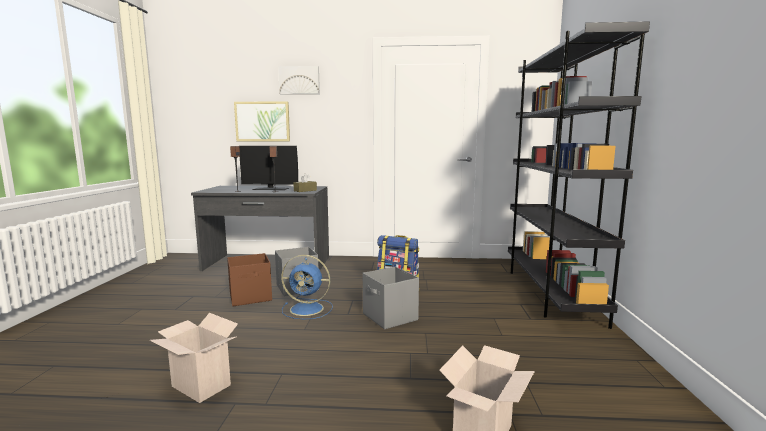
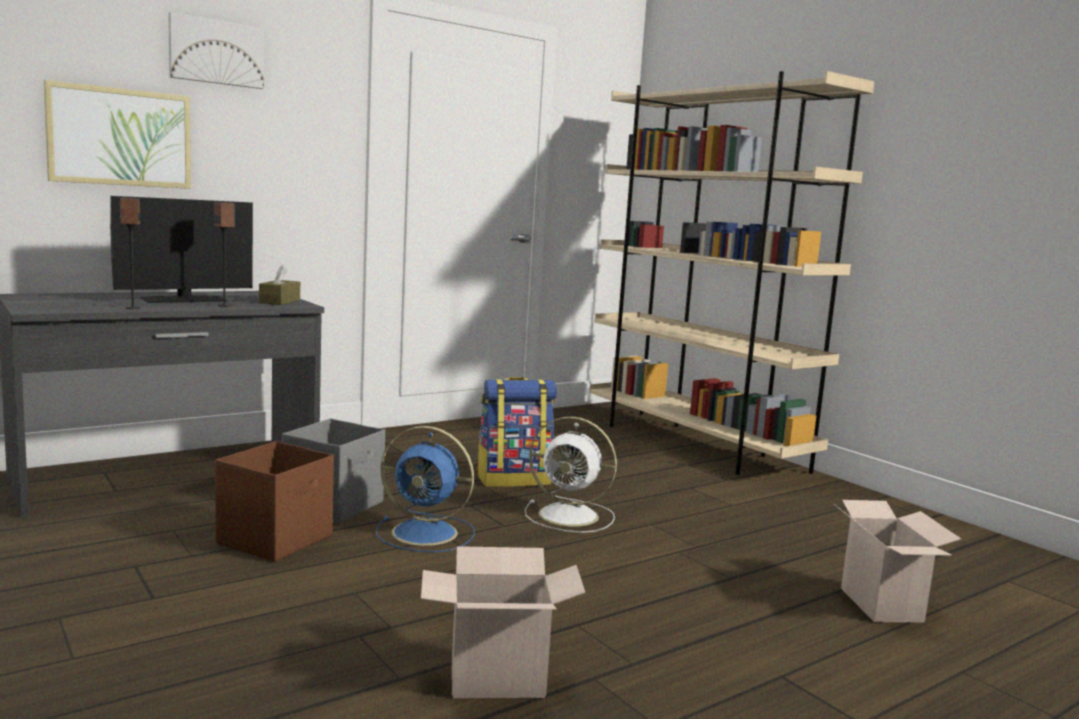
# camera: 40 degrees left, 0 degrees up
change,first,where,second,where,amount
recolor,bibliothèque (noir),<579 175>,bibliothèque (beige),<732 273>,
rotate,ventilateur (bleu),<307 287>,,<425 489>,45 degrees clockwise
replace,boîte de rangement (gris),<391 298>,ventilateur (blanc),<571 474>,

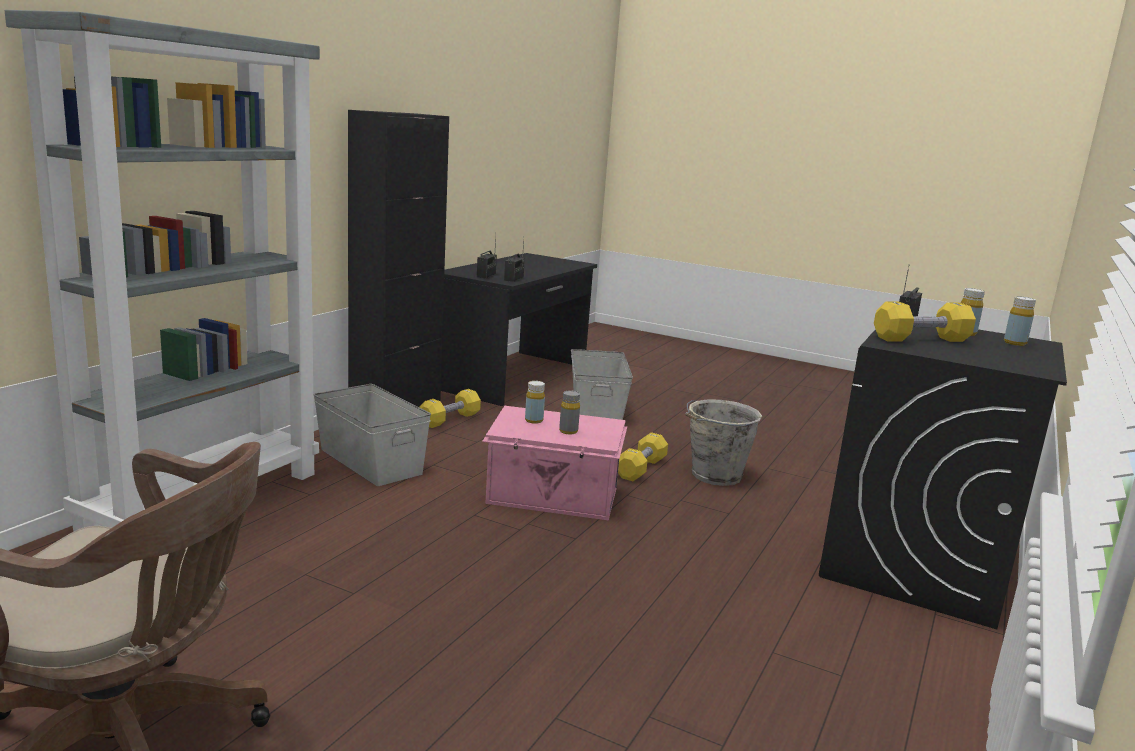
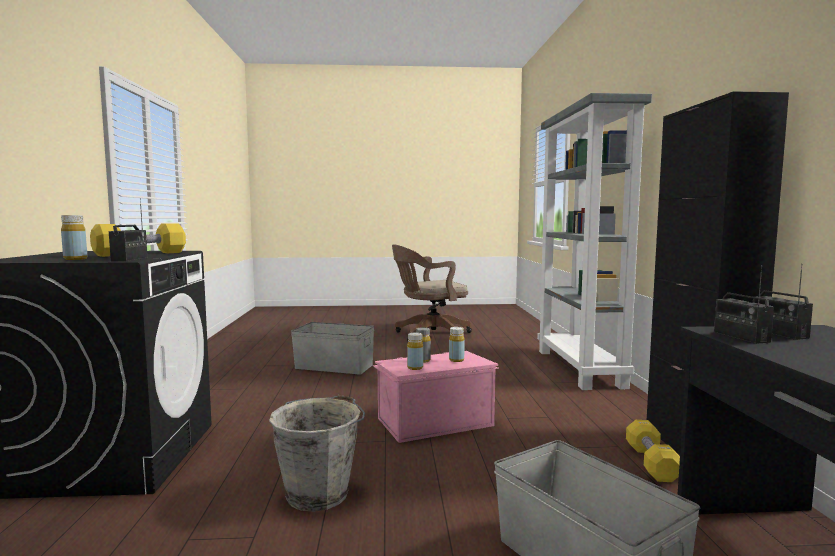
# camera: 150 degrees right, 10 degrees down
change,first,where,second,where,amount
move,bouteille (jaune),<1020 321>,,<415 351>,
move,boîte de rangement (gris),<372 435>,,<332 348>,
delete,haltère (jaune),<643 456>,,,

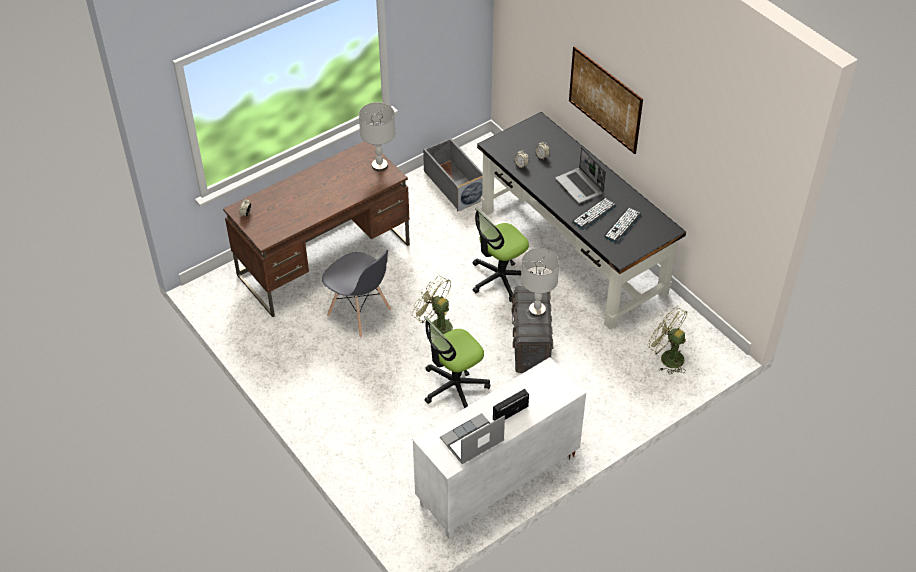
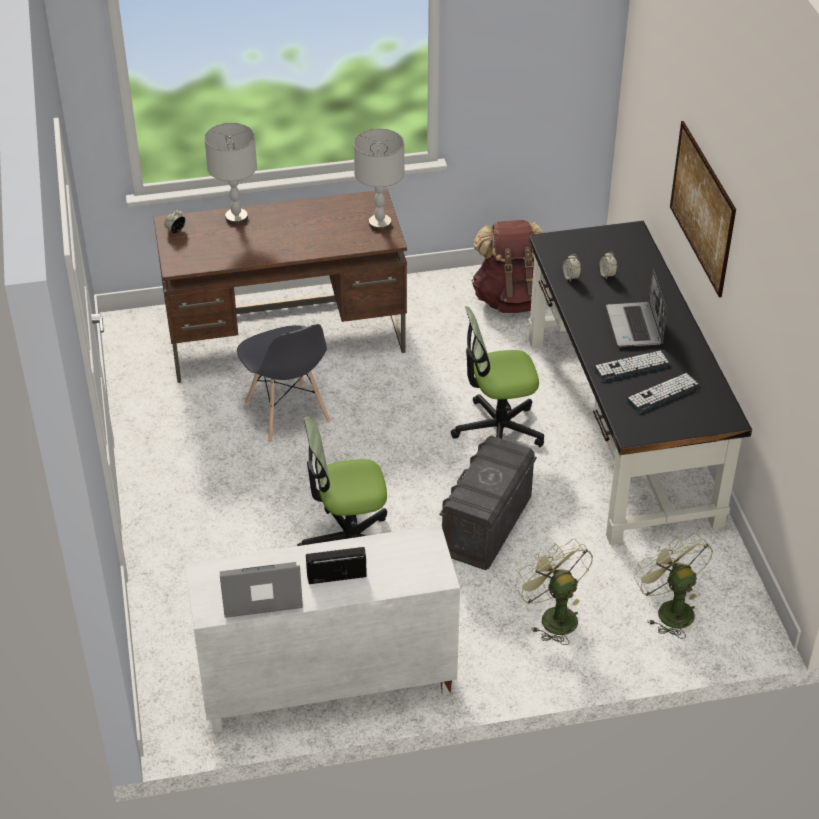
# camera: 25 degrees right, 5 degrees down
change,first,where,second,where,amount
replace,boîte de rangement (gris),<453 175>,sac à dos (marron),<508 266>,
move,lampe de table (gris),<540 282>,,<230 174>,
move,ventilateur (vert),<432 307>,,<554 592>,

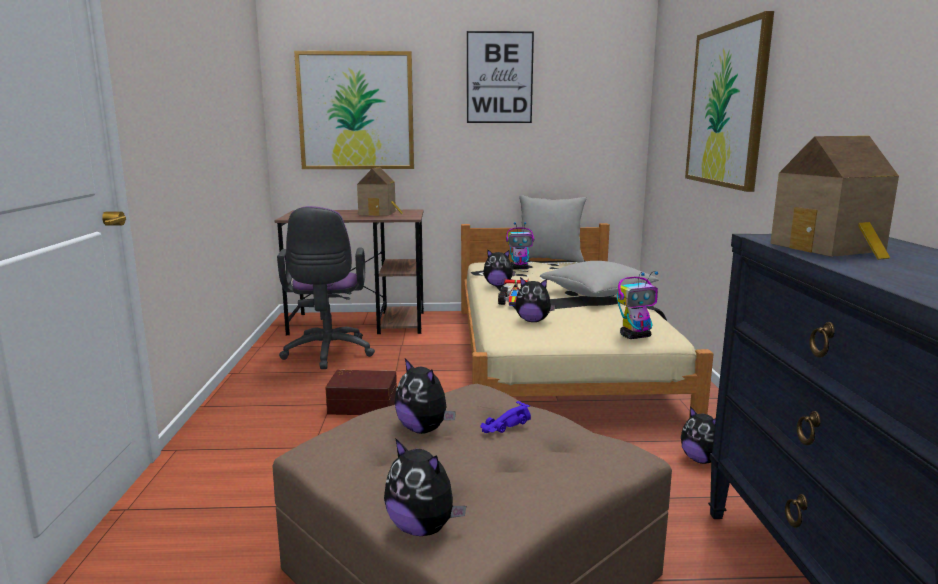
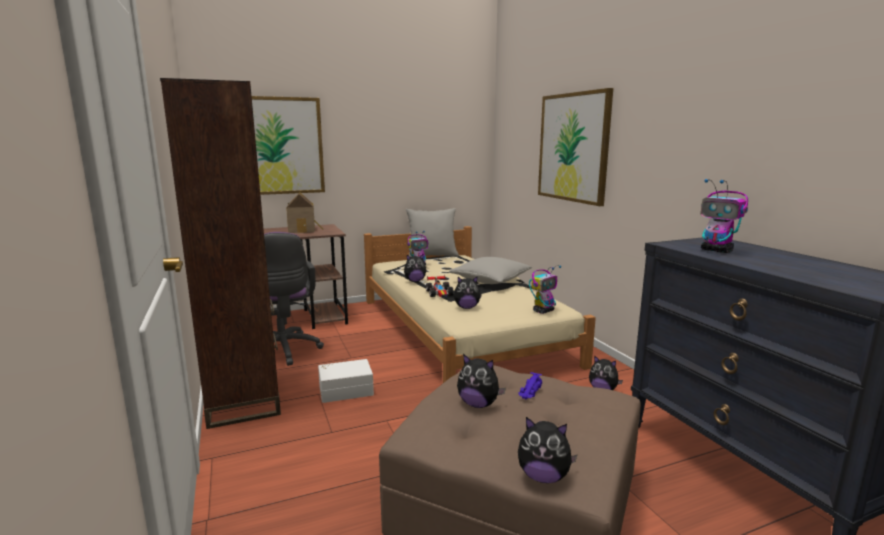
# camera: 20 degrees left, 0 degrees up
change,first,where,second,where,amount
delete,tableau,<500 77>,,,
replace,maison miniature,<834 198>,robot jouet,<724 216>,
recolor,boîte de rangement (marron),<361 392>,boîte de rangement (blanc),<346 381>,
insert,,,bibliothèque (marron),<220 253>,

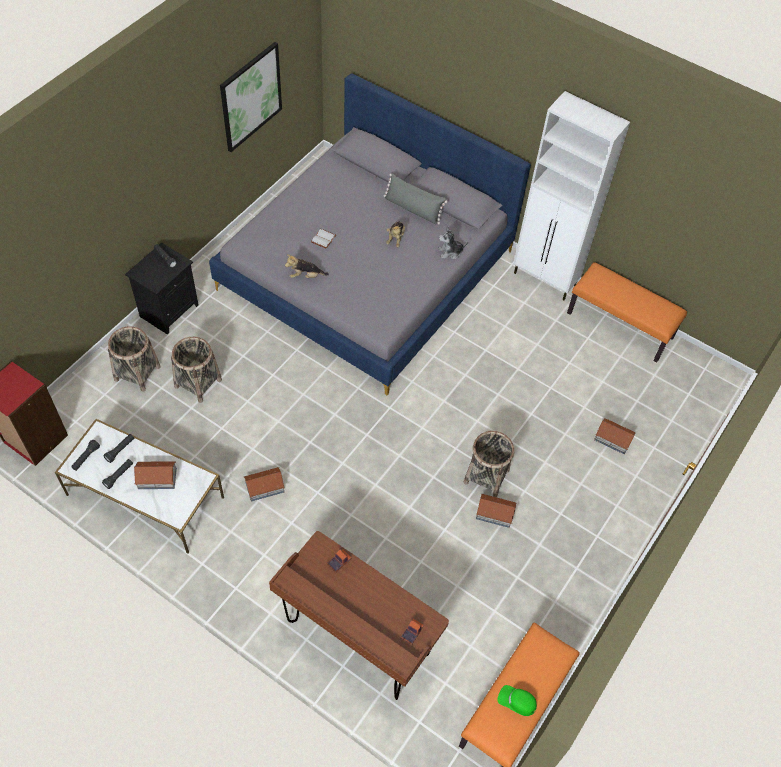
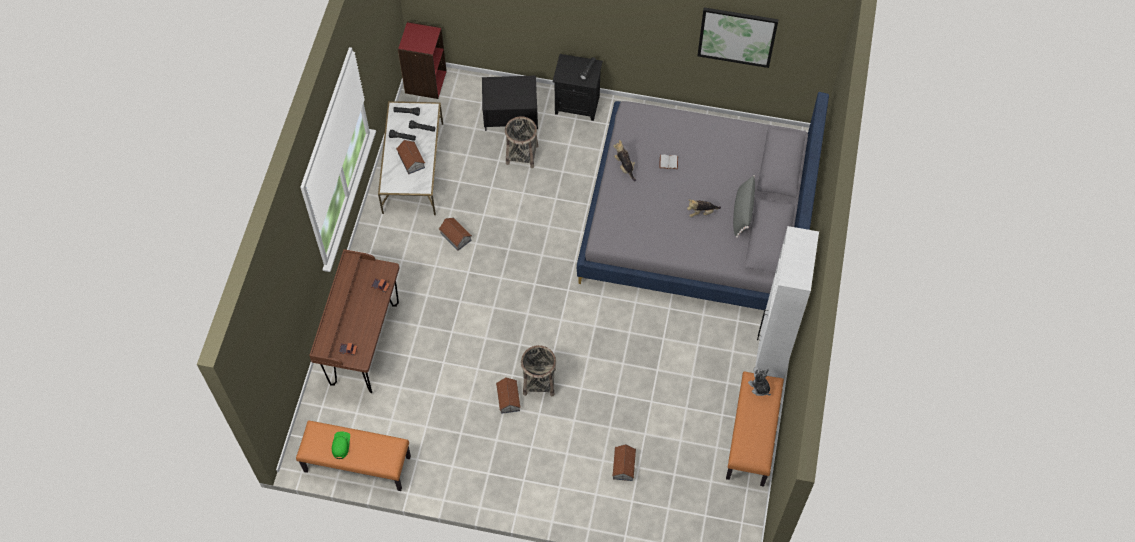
# camera: 70 degrees right, 5 degrees up
change,first,where,second,where,amount
move,peluche,<453 243>,,<759 381>,
replace,panier,<134 359>,boîte de rangement (noir),<510 103>,

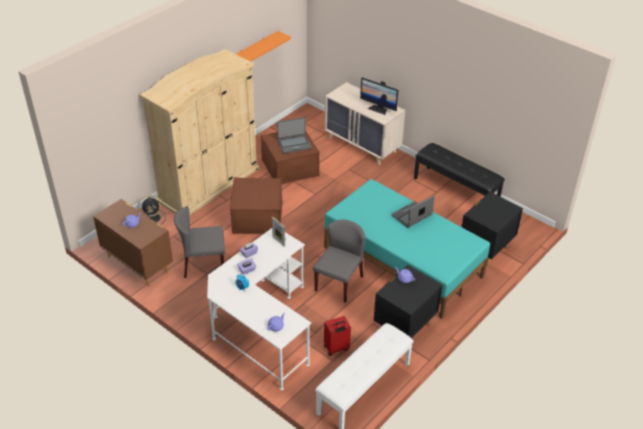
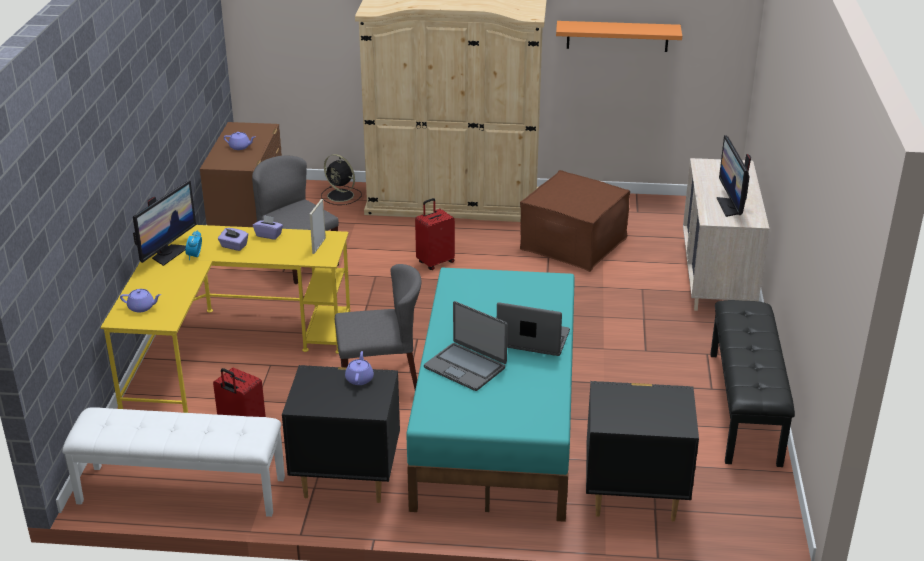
# camera: 55 degrees right, 10 degrees down
change,first,where,second,where,amount
move,ordinateur portable,<294 135>,,<466 346>,
replace,pouf (marron),<256 205>,valise (rouge),<435 234>,
recolor,bureau (blanc),<259 309>,bureau (jaune),<225 319>,
insert,,,écran d'ordinateur,<164 223>,

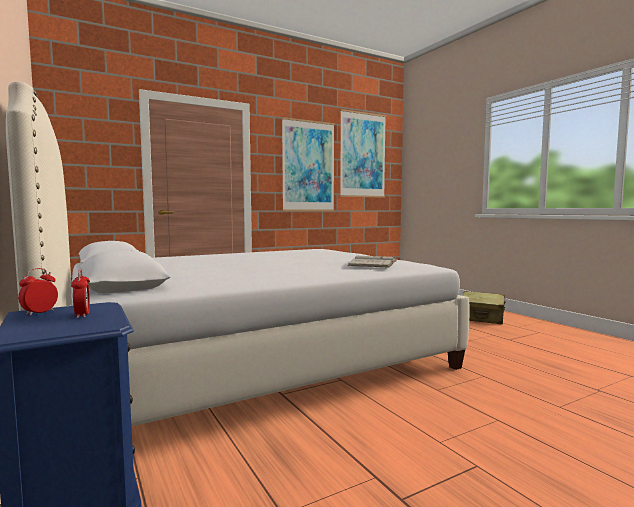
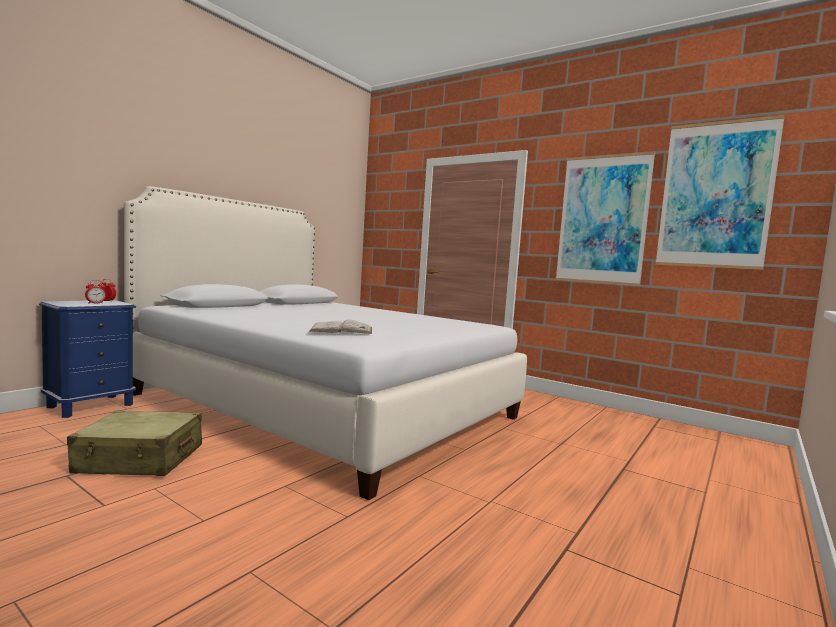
# camera: 65 degrees right, 0 degrees up
change,first,where,second,where,amount
move,valise (beige),<484 308>,,<134 443>,

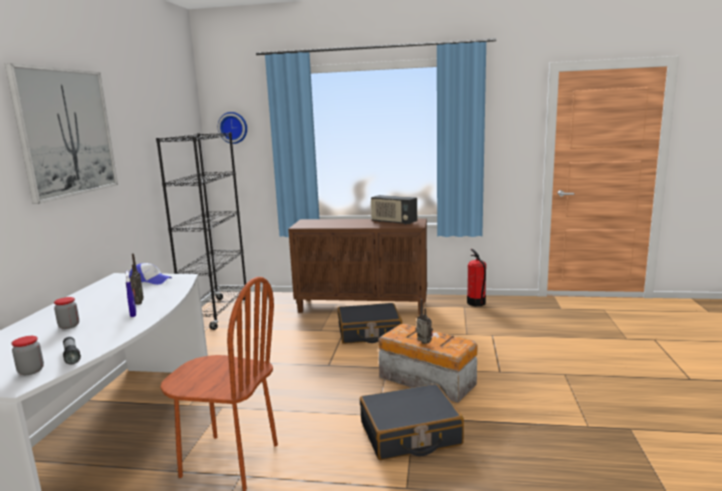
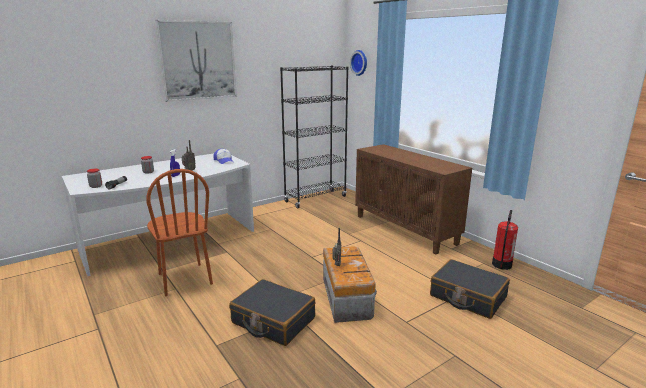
# camera: 45 degrees right, 5 degrees up
change,first,where,second,where,amount
delete,radio,<394 210>,,,
move,valise (noir),<370 323>,,<470 289>,

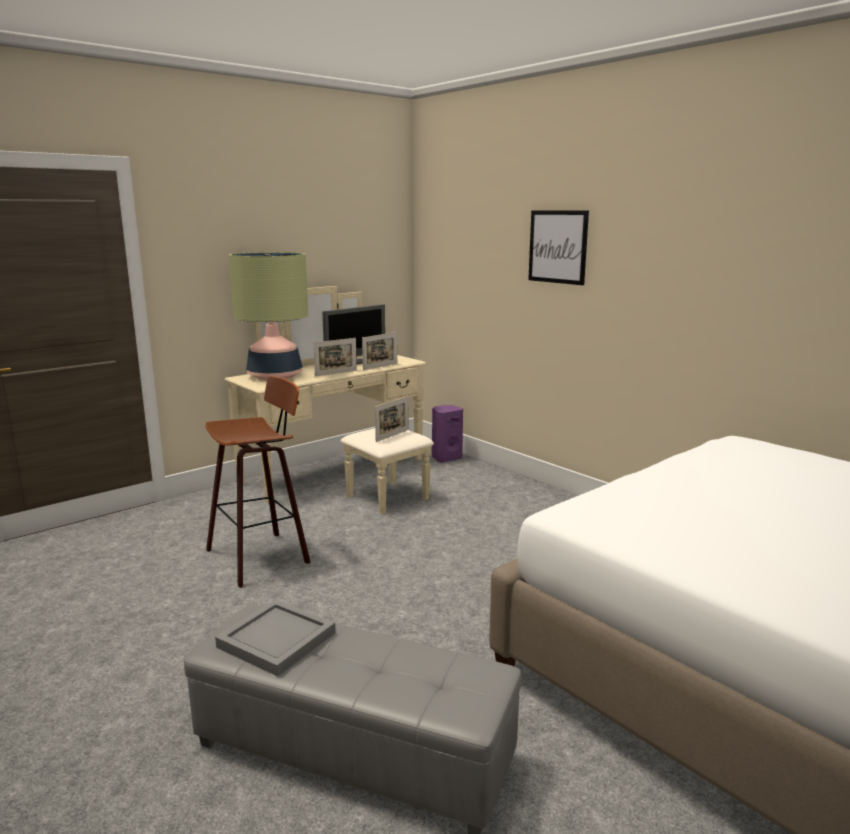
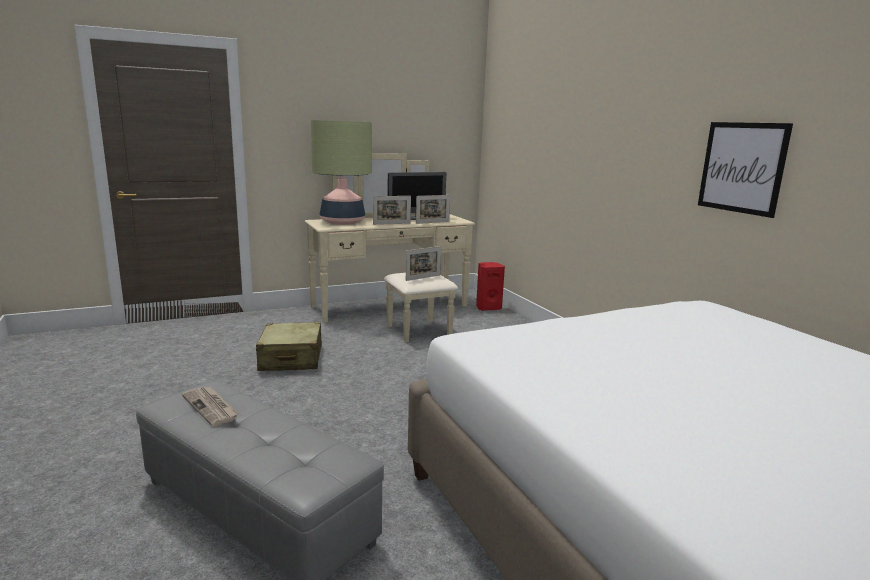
# camera: 15 degrees right, 0 degrees up
change,first,where,second,where,amount
move,tableau,<558 247>,,<745 170>,
replace,tabouret,<258 482>,valise (beige),<289 346>,
recolor,enceinte (violet),<447 434>,enceinte (rouge),<490 286>,
replace,plateau (gris),<275 637>,journal,<210 406>,

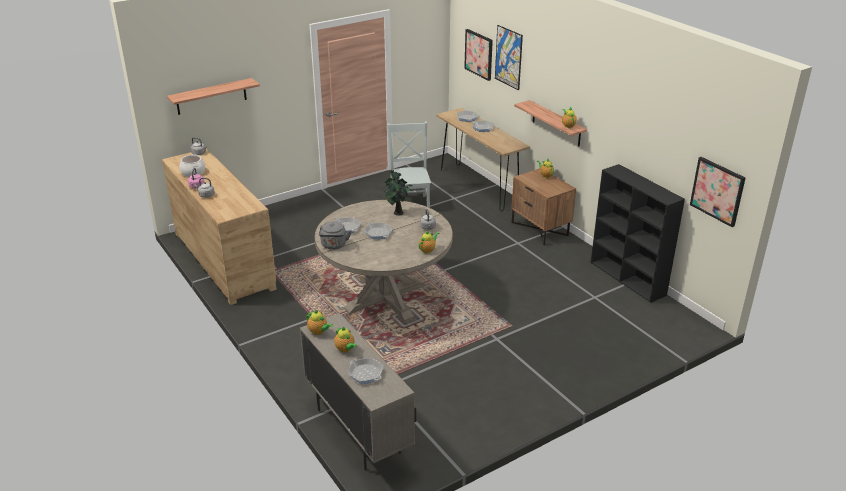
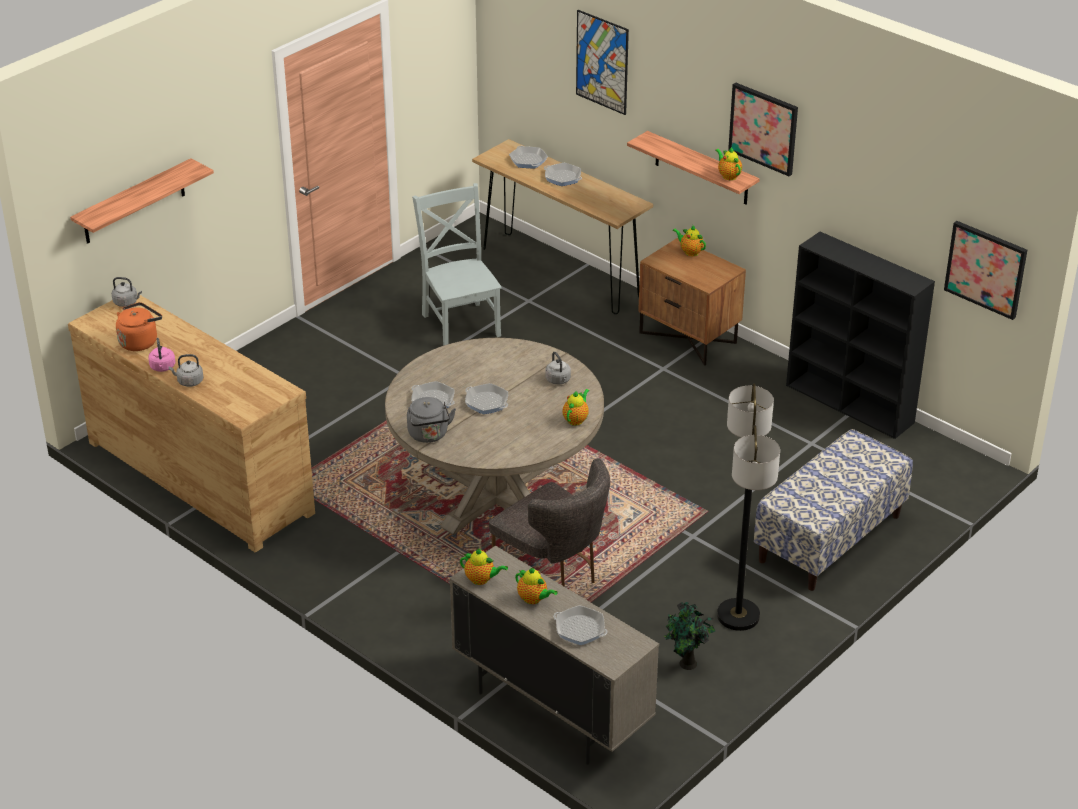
# camera: 15 degrees left, 5 degrees up
change,first,where,second,where,amount
move,tableau,<478 55>,,<763 129>,
replace,marmite,<192 166>,bouilloire (orange),<139 326>,
move,plante en pot,<398 193>,,<689 636>,
insert,,,lampadaire,<748 507>,
insert,,,banc,<833 510>,
insert,,,chaise (gris),<549 522>,

